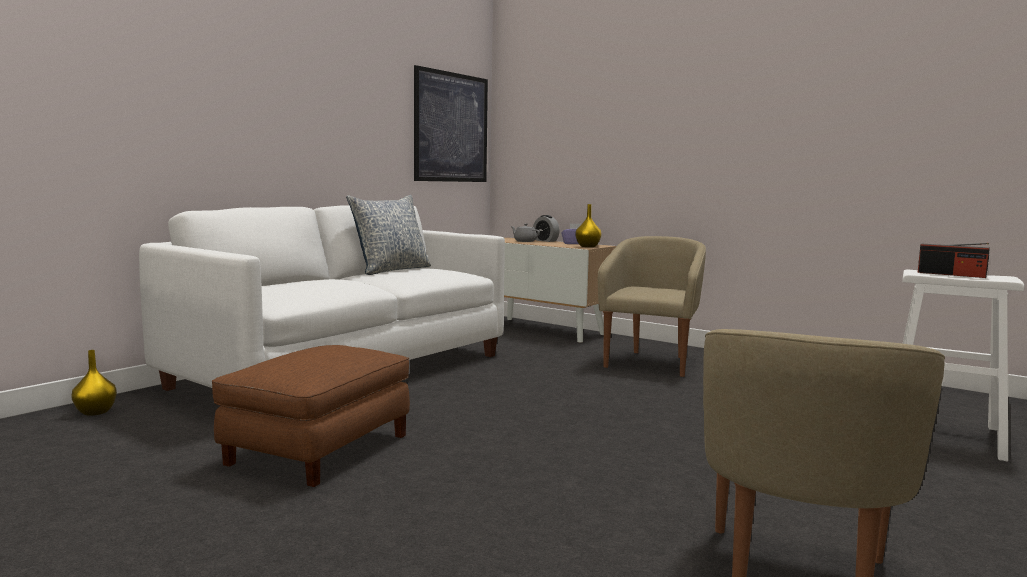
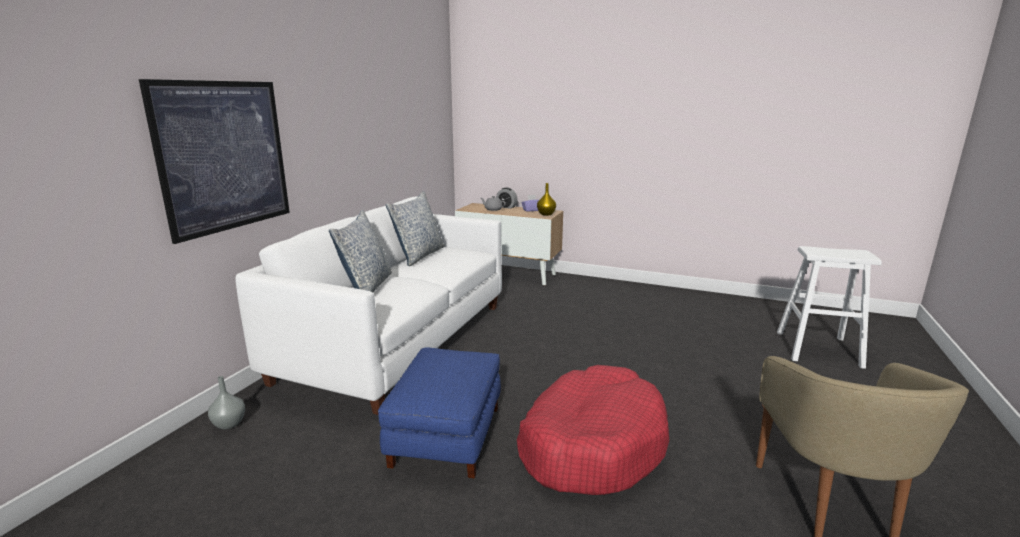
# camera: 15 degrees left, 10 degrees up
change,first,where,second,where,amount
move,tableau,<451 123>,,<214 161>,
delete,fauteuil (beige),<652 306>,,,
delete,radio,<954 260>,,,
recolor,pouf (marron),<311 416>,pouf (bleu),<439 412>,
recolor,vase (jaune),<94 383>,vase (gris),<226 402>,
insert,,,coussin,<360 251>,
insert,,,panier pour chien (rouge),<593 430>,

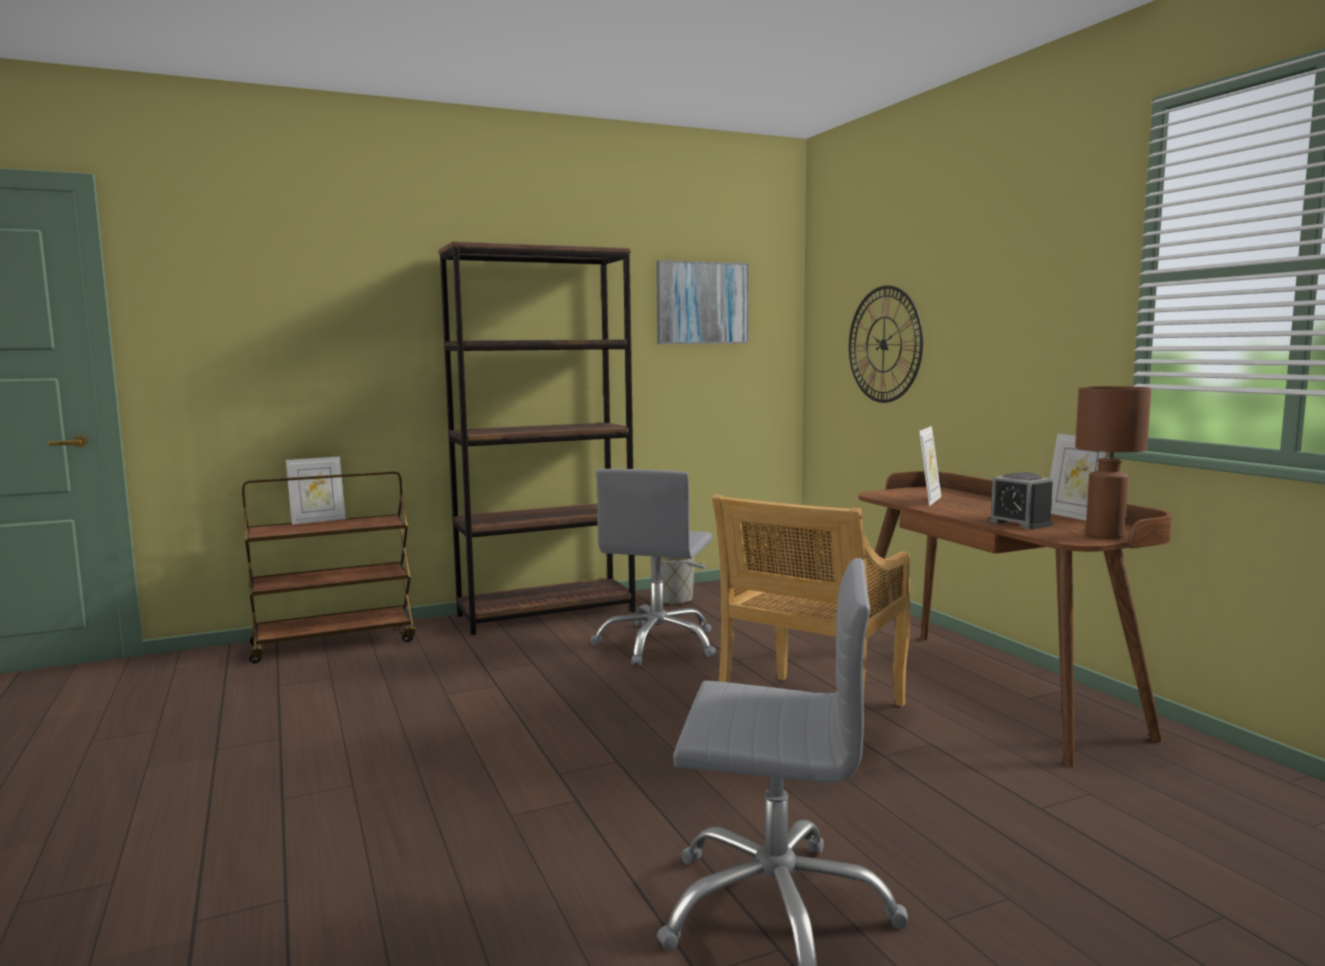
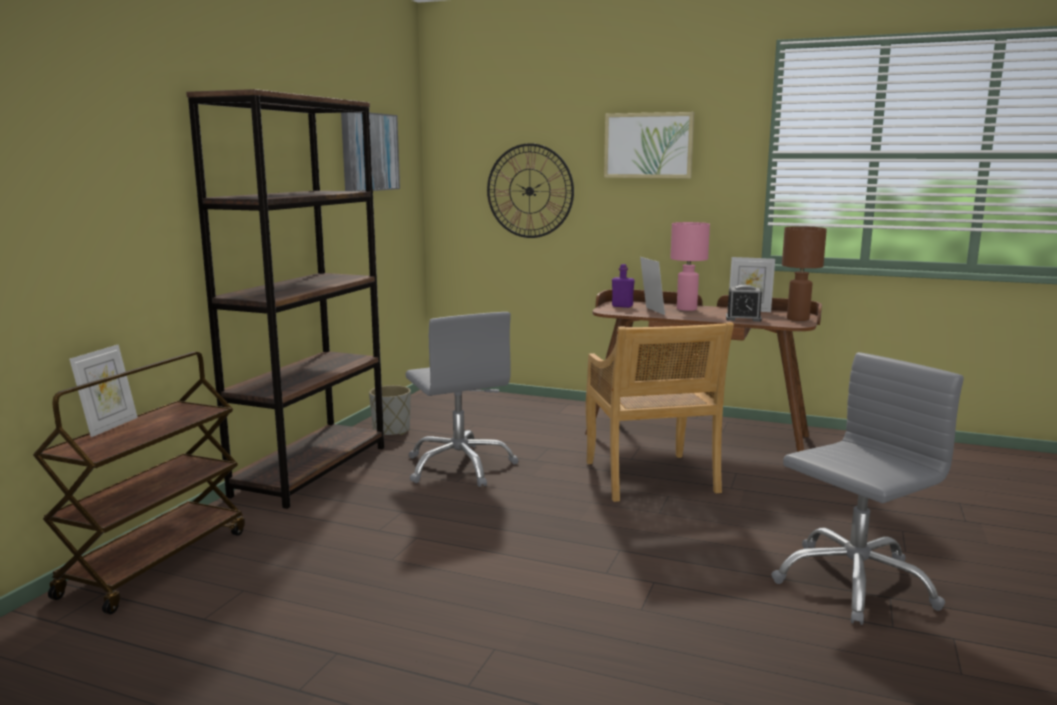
# camera: 45 degrees left, 5 degrees up
change,first,where,second,where,amount
insert,,,tableau,<649 145>,
insert,,,lampe de table (rose),<690 266>,
insert,,,bouteille (violet),<623 286>,

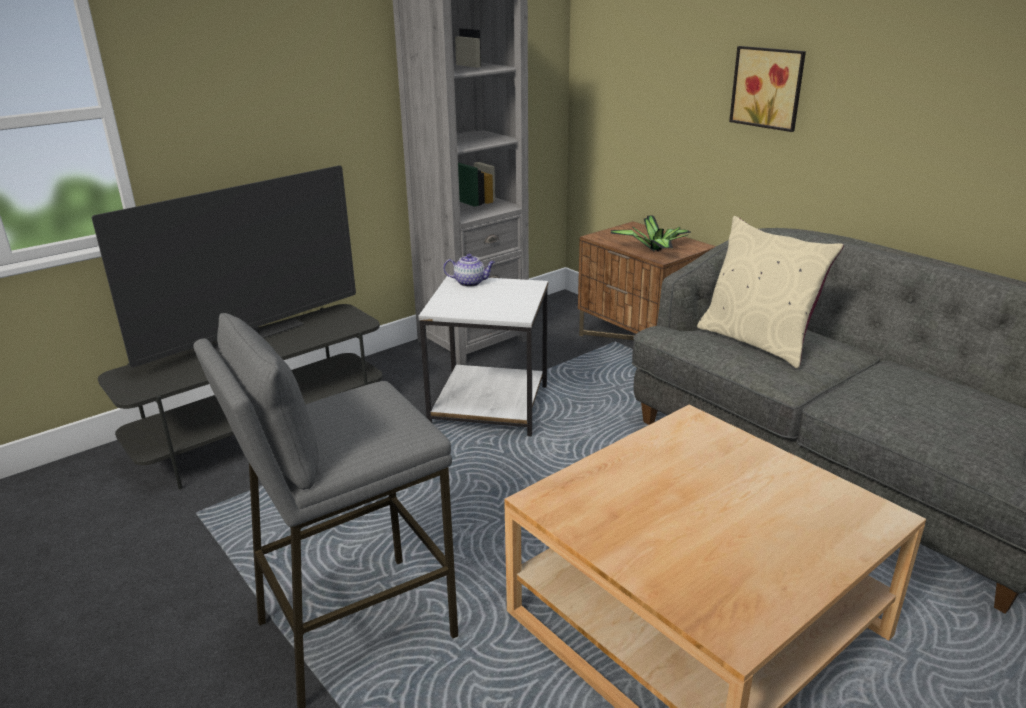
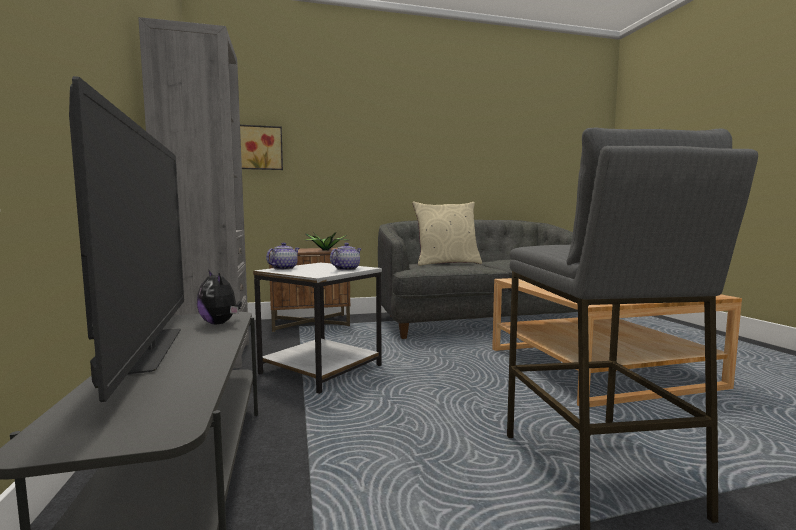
# camera: 65 degrees left, 20 degrees down
change,first,where,second,where,amount
move,tableau,<767 89>,,<261 147>,
insert,,,théière,<345 257>,
insert,,,peluche,<219 296>,

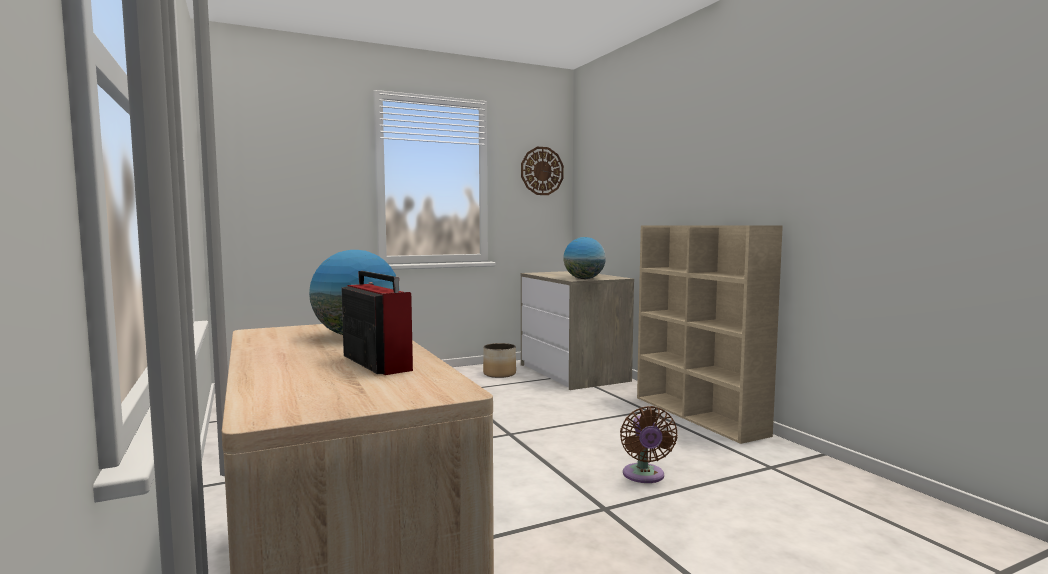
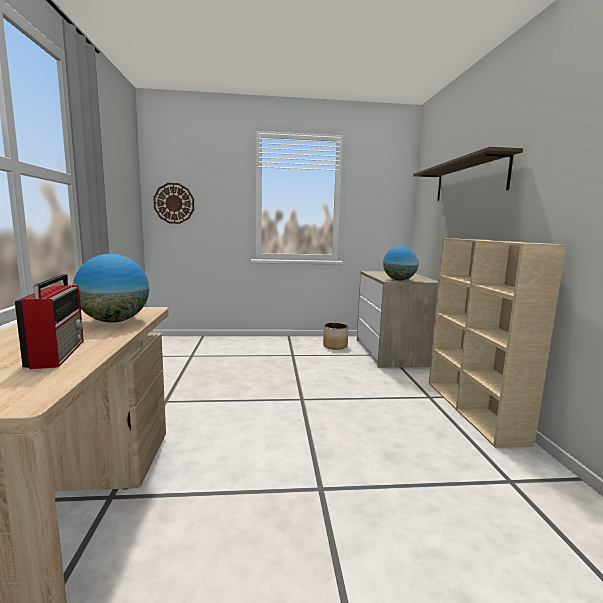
# camera: 20 degrees right, 5 degrees up
change,first,where,second,where,amount
move,horloge murale,<542 171>,,<173 203>,
delete,ventilateur (marron),<648 444>,,,
insert,,,étagère,<468 174>,

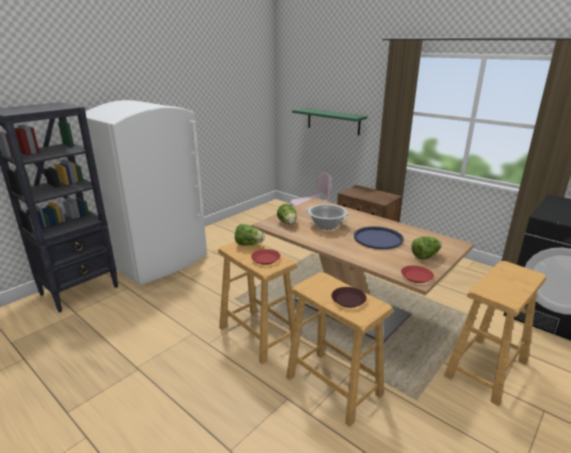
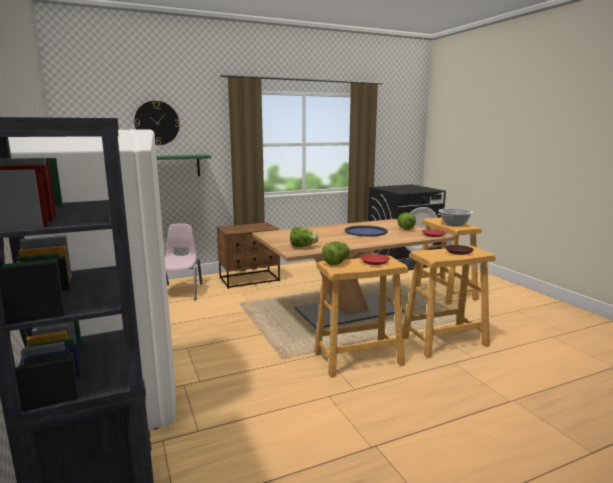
# camera: 65 degrees left, 10 degrees down
change,first,where,second,where,amount
move,marmite,<328 217>,,<456 217>,
insert,,,horloge murale,<157 123>,

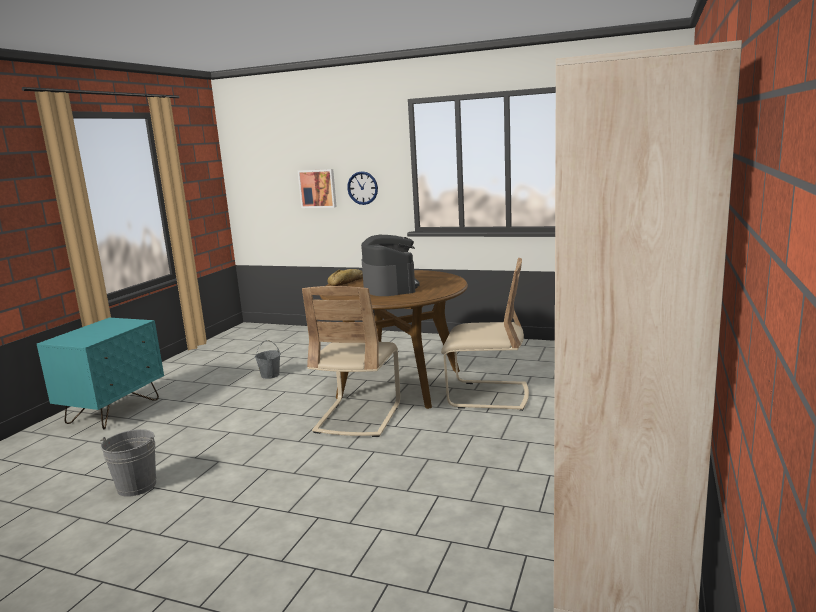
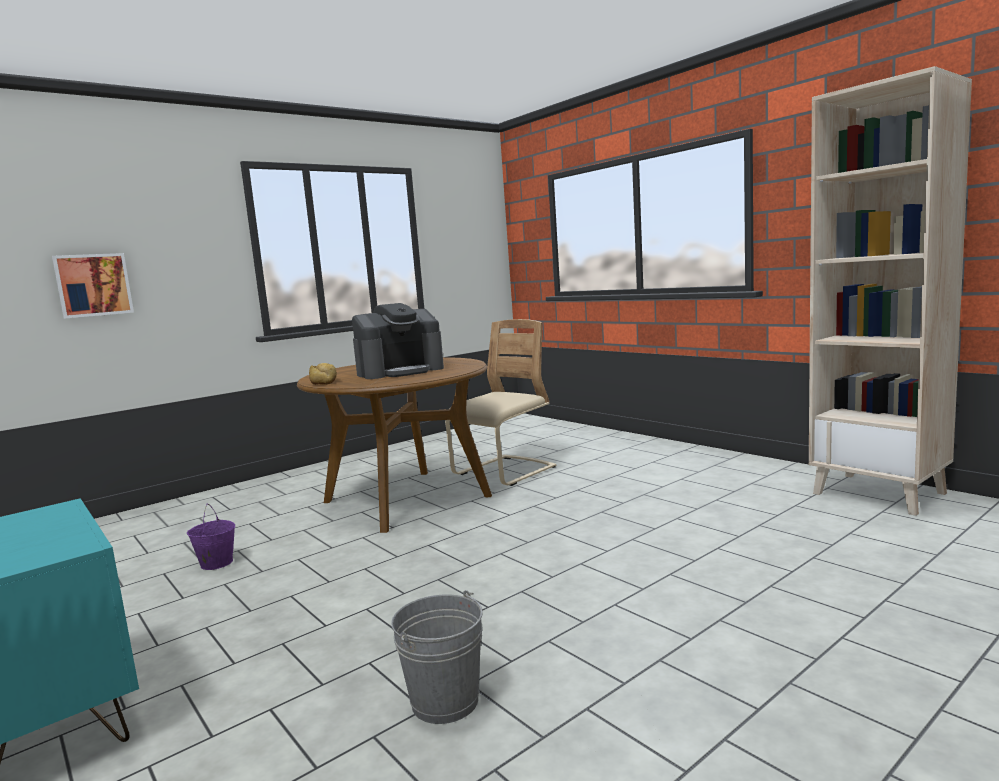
# camera: 60 degrees left, 5 degrees down
change,first,where,second,where,amount
delete,horloge murale,<362 188>,,,
rotate,machine à café,<390 265>,,<398 341>,135 degrees clockwise
delete,chaise (beige),<351 361>,,,
recolor,seau (gris),<268 359>,seau (violet),<211 537>,

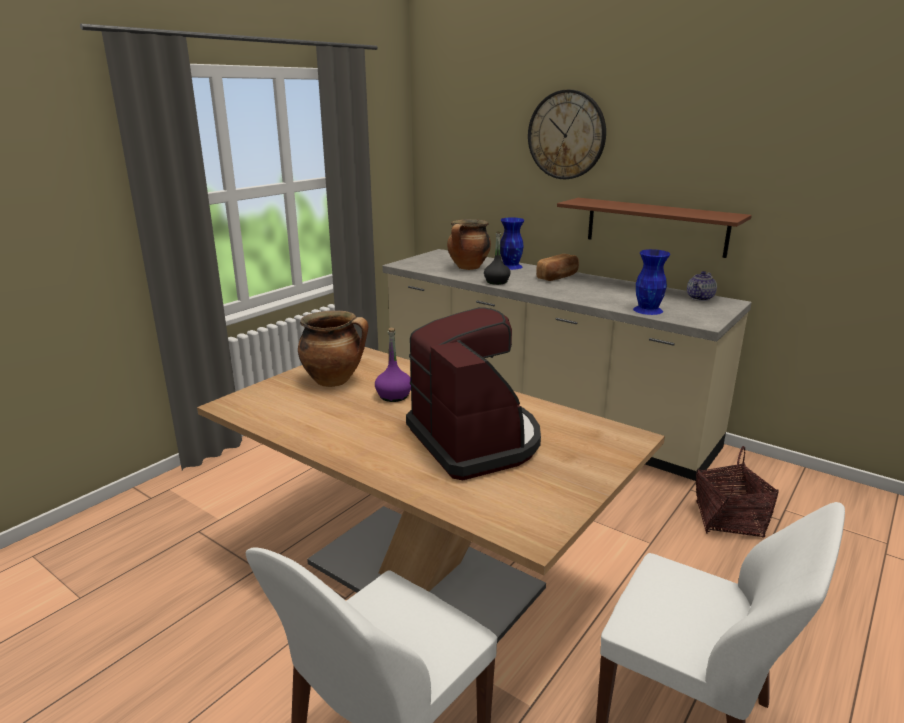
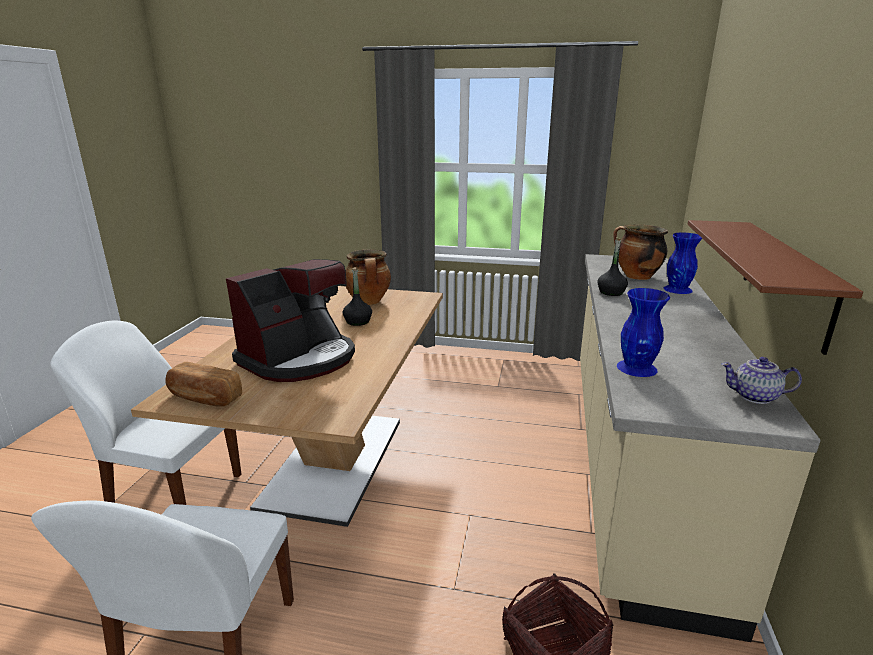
# camera: 65 degrees right, 0 degrees up
change,first,where,second,where,amount
delete,horloge murale,<567 134>,,,
move,pain,<557 267>,,<204 384>,
recolor,bouteille (violet),<393 365>,bouteille (noir),<357 296>,

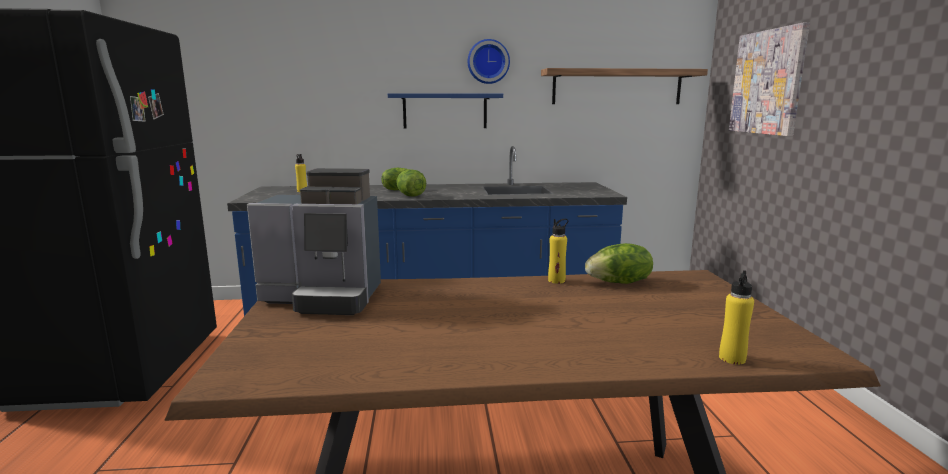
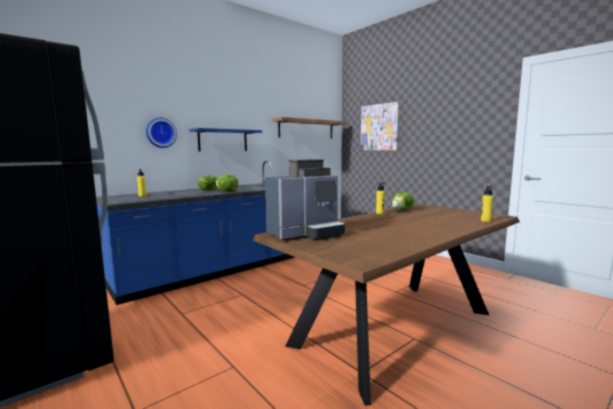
# camera: 35 degrees left, 5 degrees down
change,first,where,second,where,amount
move,horloge murale,<489 61>,,<161 133>,

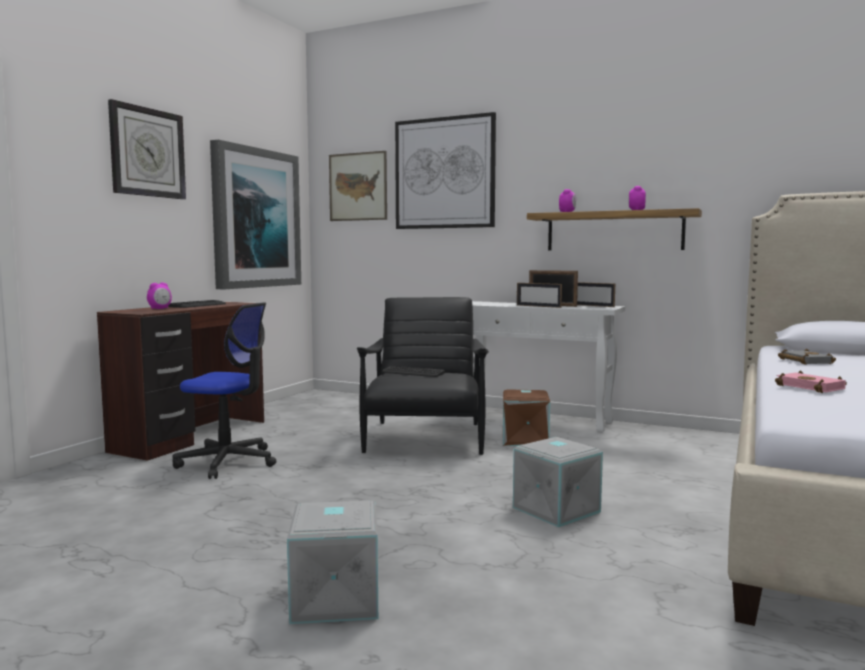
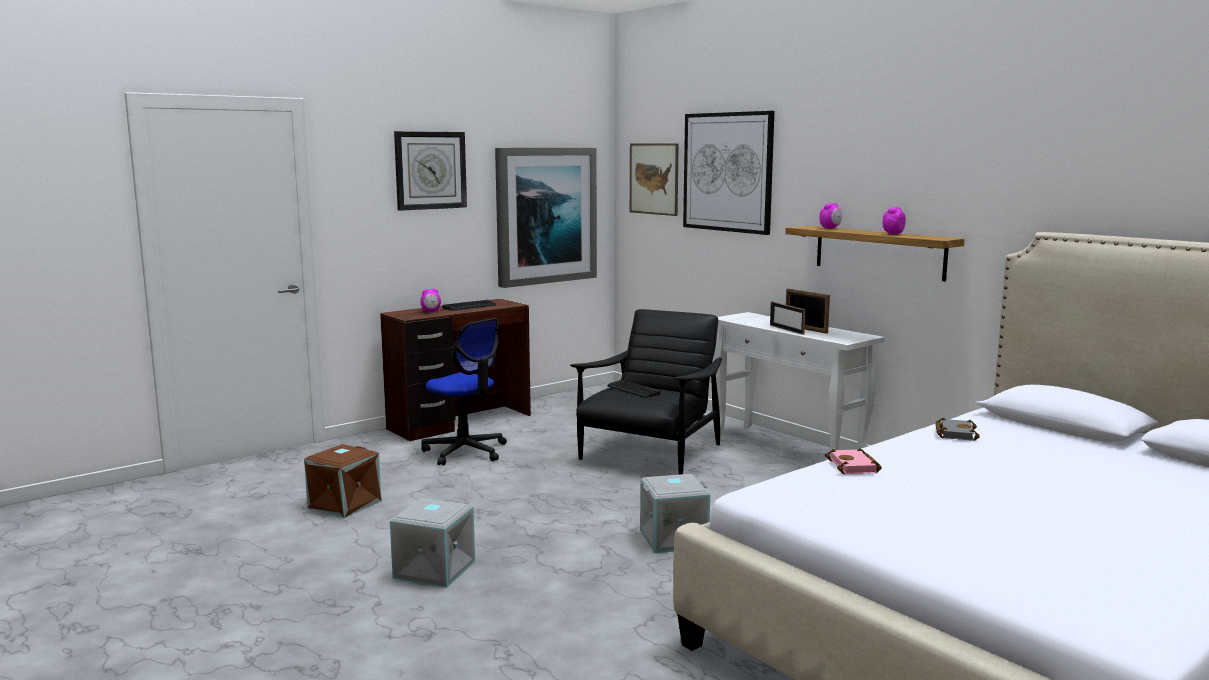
# camera: 25 degrees right, 5 degrees up
change,first,where,second,where,amount
delete,cadre photo,<596 294>,,,
move,boîte de rangement (marron),<526 417>,,<343 481>,

